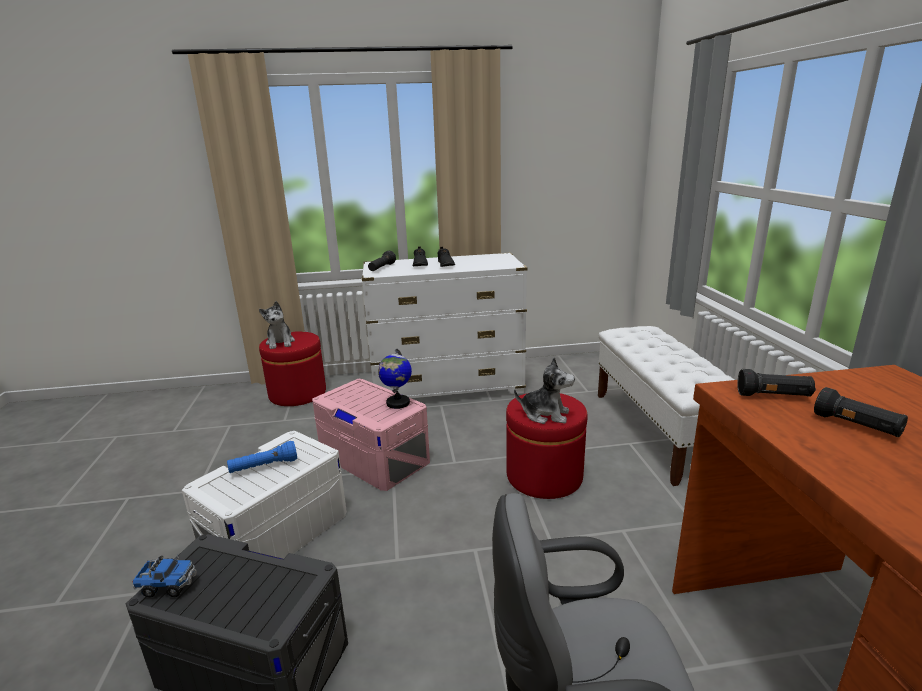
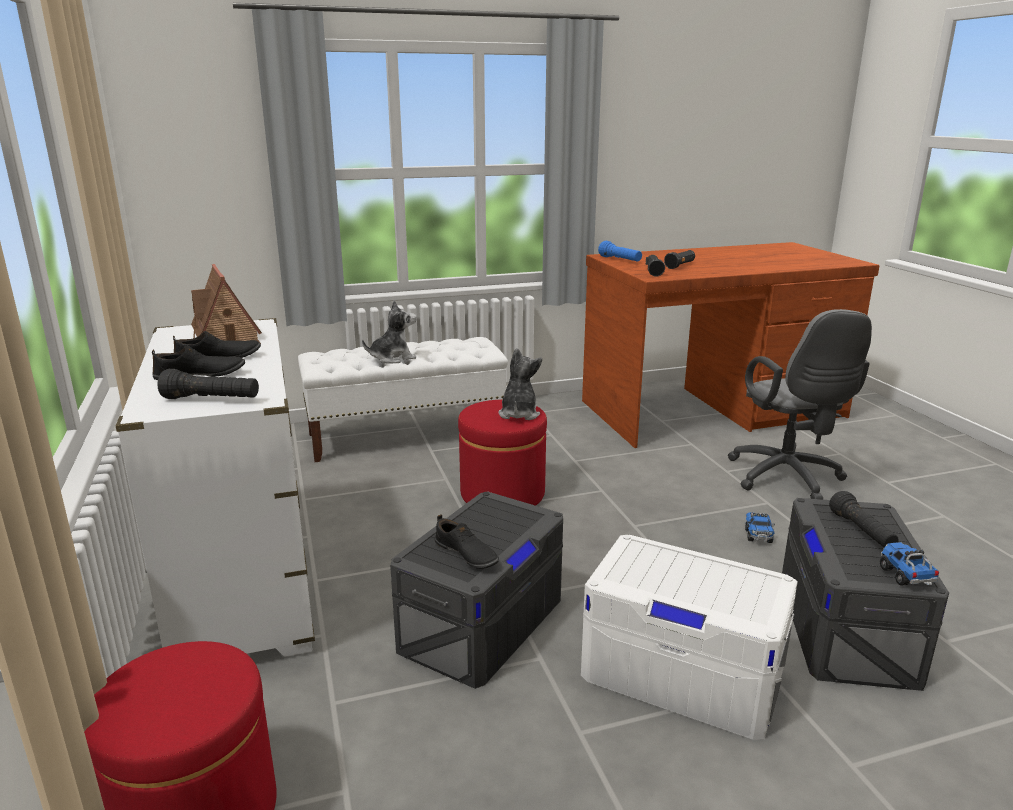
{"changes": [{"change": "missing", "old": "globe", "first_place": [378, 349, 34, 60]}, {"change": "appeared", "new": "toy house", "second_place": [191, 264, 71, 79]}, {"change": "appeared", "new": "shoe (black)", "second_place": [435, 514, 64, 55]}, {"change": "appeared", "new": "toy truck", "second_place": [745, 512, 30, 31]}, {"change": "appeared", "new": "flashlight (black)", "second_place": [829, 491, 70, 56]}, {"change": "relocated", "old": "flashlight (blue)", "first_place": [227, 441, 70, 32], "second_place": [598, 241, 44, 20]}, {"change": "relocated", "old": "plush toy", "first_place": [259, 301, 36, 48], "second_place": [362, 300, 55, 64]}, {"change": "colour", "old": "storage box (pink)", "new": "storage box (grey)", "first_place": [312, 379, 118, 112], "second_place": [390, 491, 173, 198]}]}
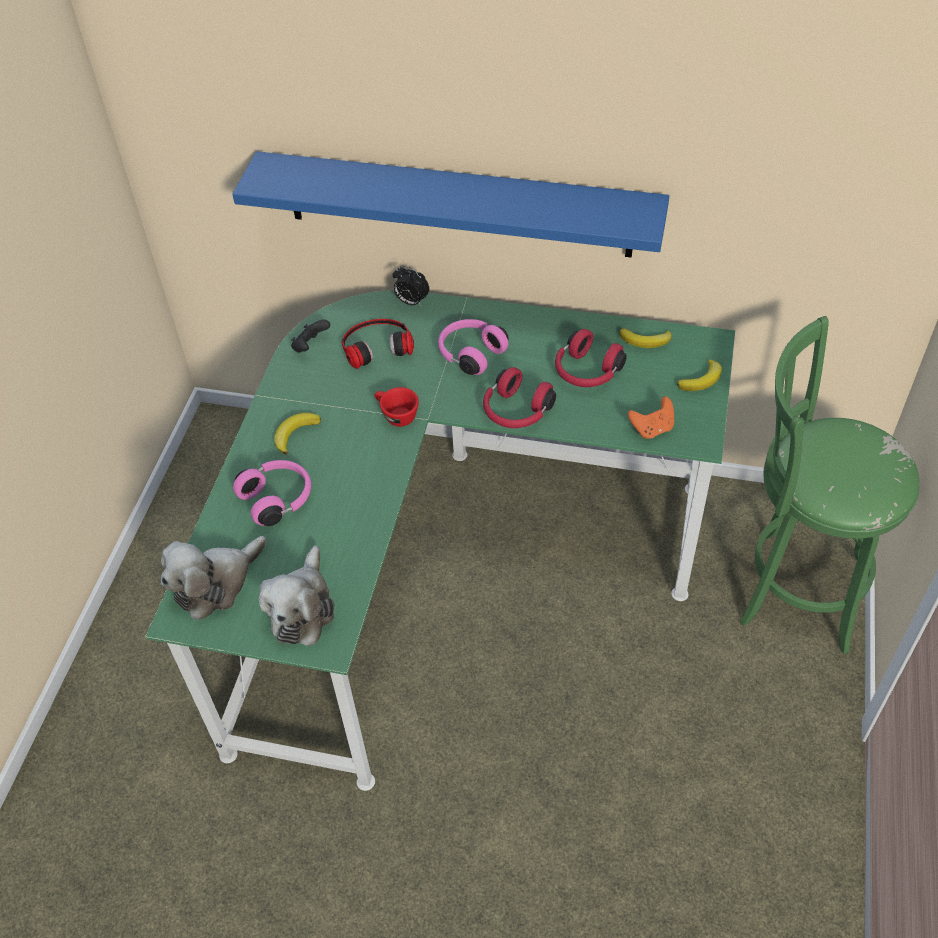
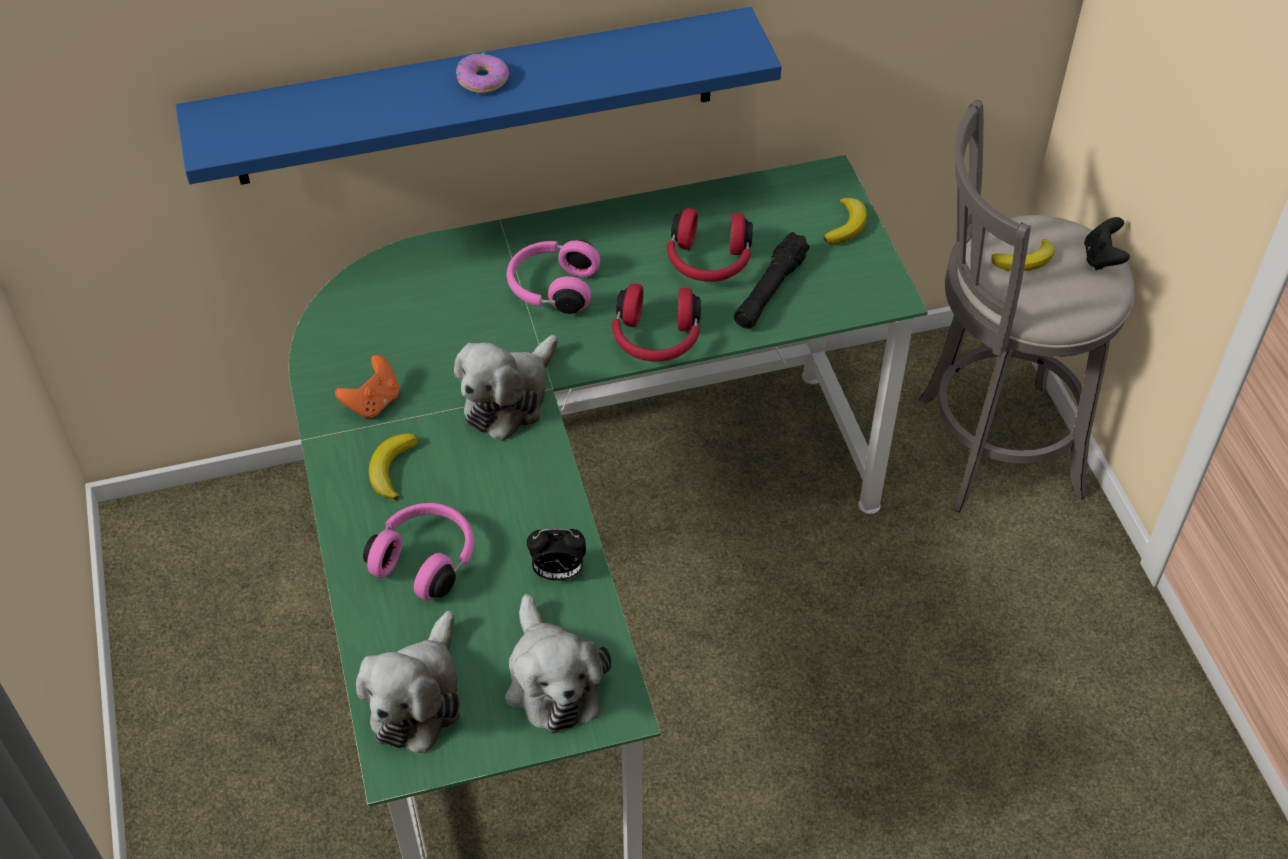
{"changes": [{"change": "missing", "old": "headphones", "first_place": [342, 319, 72, 50]}, {"change": "appeared", "new": "donut", "second_place": [456, 53, 53, 41]}, {"change": "appeared", "new": "flashlight (black)", "second_place": [734, 232, 76, 97]}, {"change": "relocated", "old": "game controller (black)", "first_place": [291, 319, 39, 34], "second_place": [1084, 217, 46, 53]}, {"change": "relocated", "old": "alarm clock", "first_place": [393, 266, 36, 40], "second_place": [527, 528, 59, 53]}, {"change": "relocated", "old": "banana", "first_place": [619, 328, 52, 20], "second_place": [992, 239, 63, 32]}, {"change": "relocated", "old": "game controller (orange)", "first_place": [628, 396, 46, 43], "second_place": [335, 355, 65, 64]}, {"change": "exchanged", "old": "cup (red)", "new": "plush toy", "first_place": [374, 387, 45, 40], "second_place": [454, 335, 104, 106]}, {"change": "colour", "old": "stool (green)", "new": "stool (grey)", "first_place": [740, 316, 180, 338], "second_place": [919, 100, 216, 412]}]}
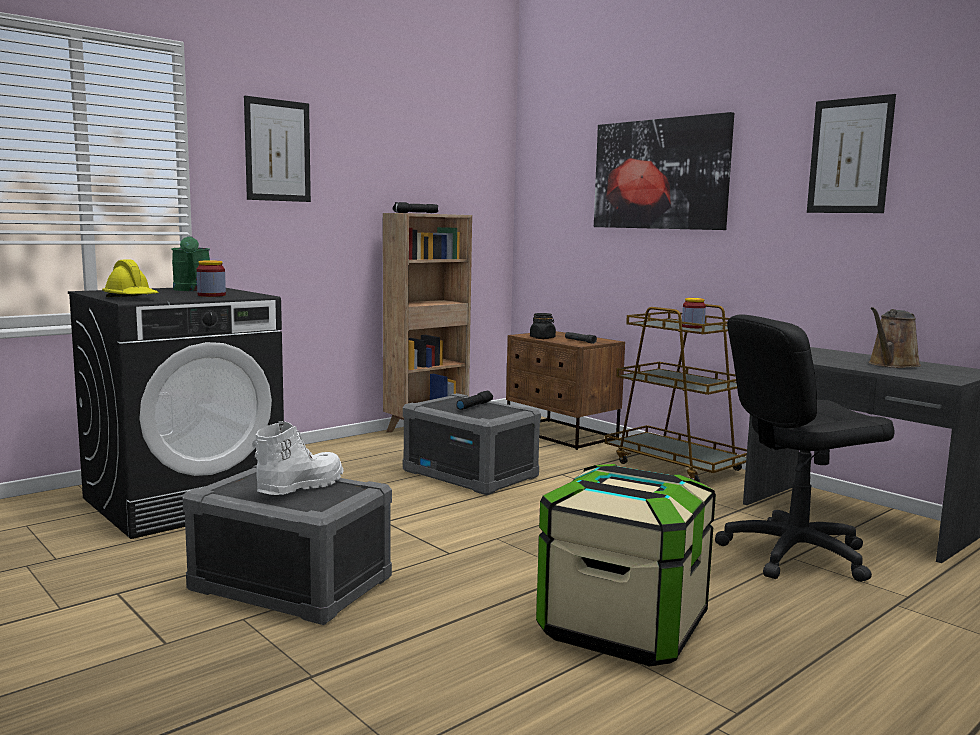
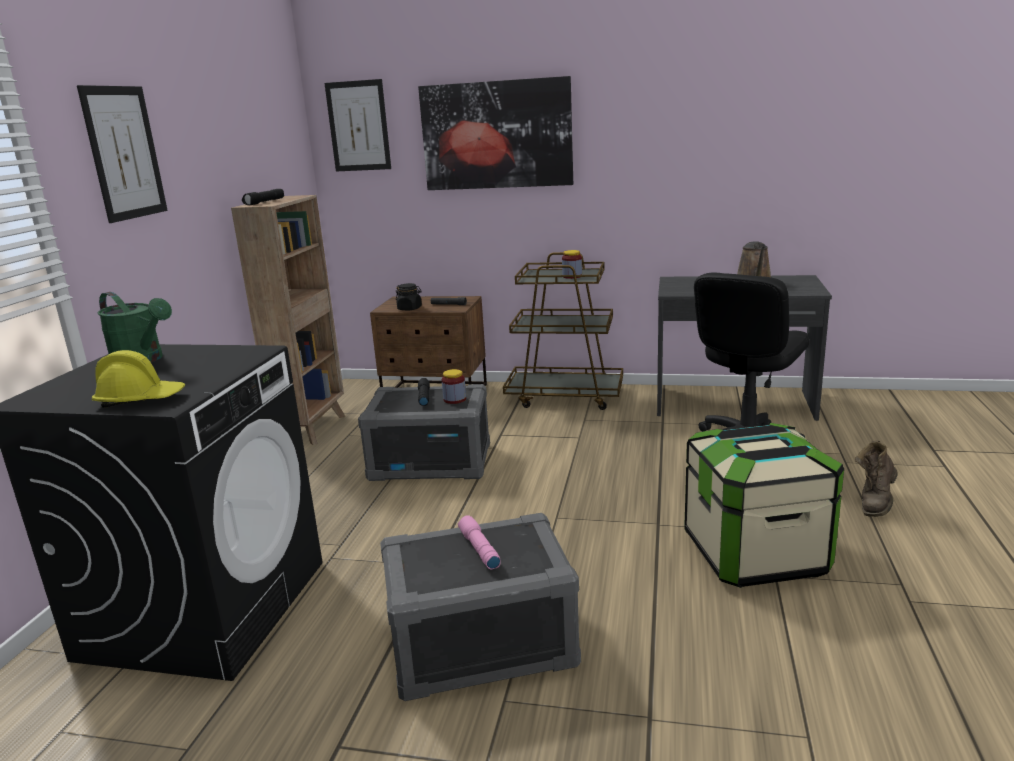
{"changes": [{"change": "appeared", "new": "boot (brown)", "second_place": [855, 440, 43, 77]}, {"change": "relocated", "old": "jar", "first_place": [197, 260, 29, 37], "second_place": [442, 369, 24, 35]}, {"change": "relocated", "old": "picture", "first_place": [807, 94, 89, 119], "second_place": [324, 79, 67, 92]}, {"change": "exchanged", "old": "boot (white)", "new": "flashlight (pink)", "first_place": [252, 421, 91, 74], "second_place": [458, 515, 43, 54]}]}
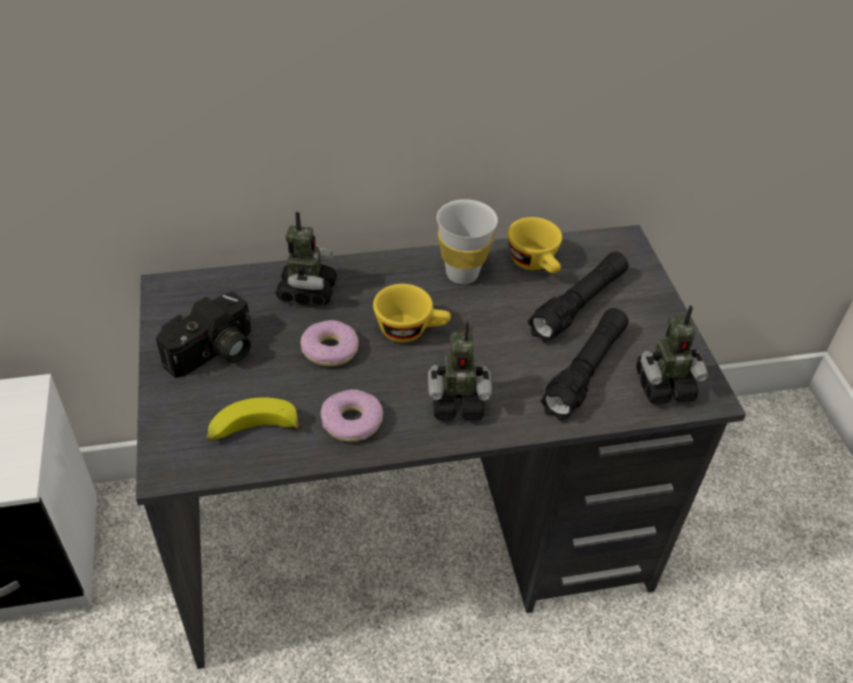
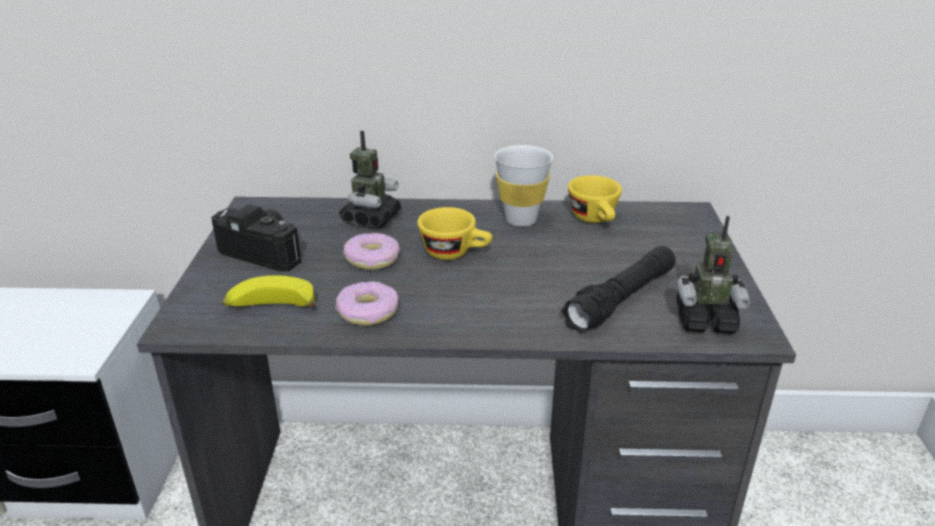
{"changes": [{"change": "missing", "old": "toy robot", "first_place": [428, 321, 64, 99]}, {"change": "missing", "old": "flashlight (black)", "first_place": [527, 252, 101, 90]}, {"change": "spun", "old": "photo camera", "first_place": [156, 291, 95, 87], "second_place": [211, 204, 90, 68], "degrees": -120}]}
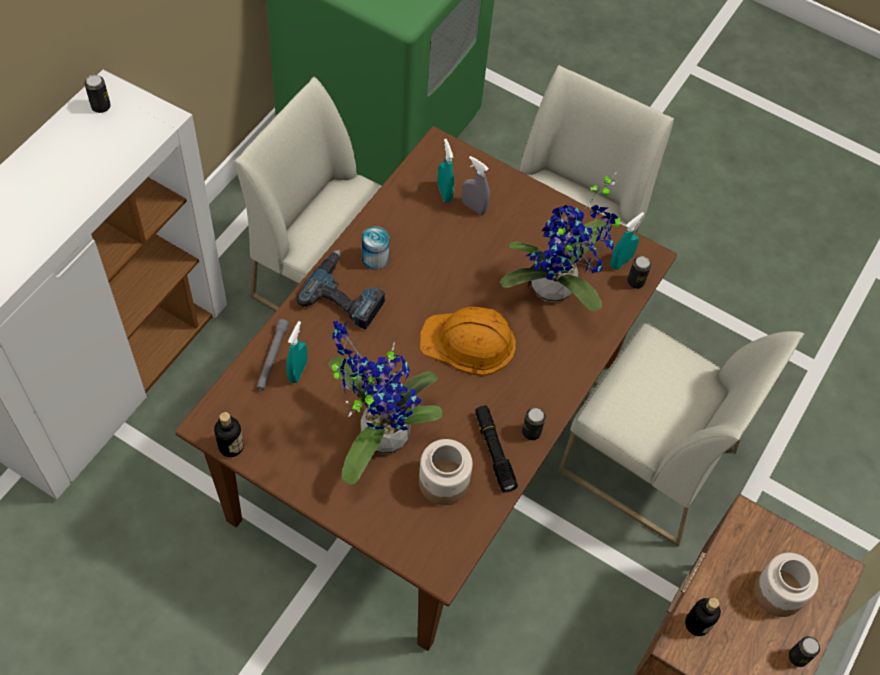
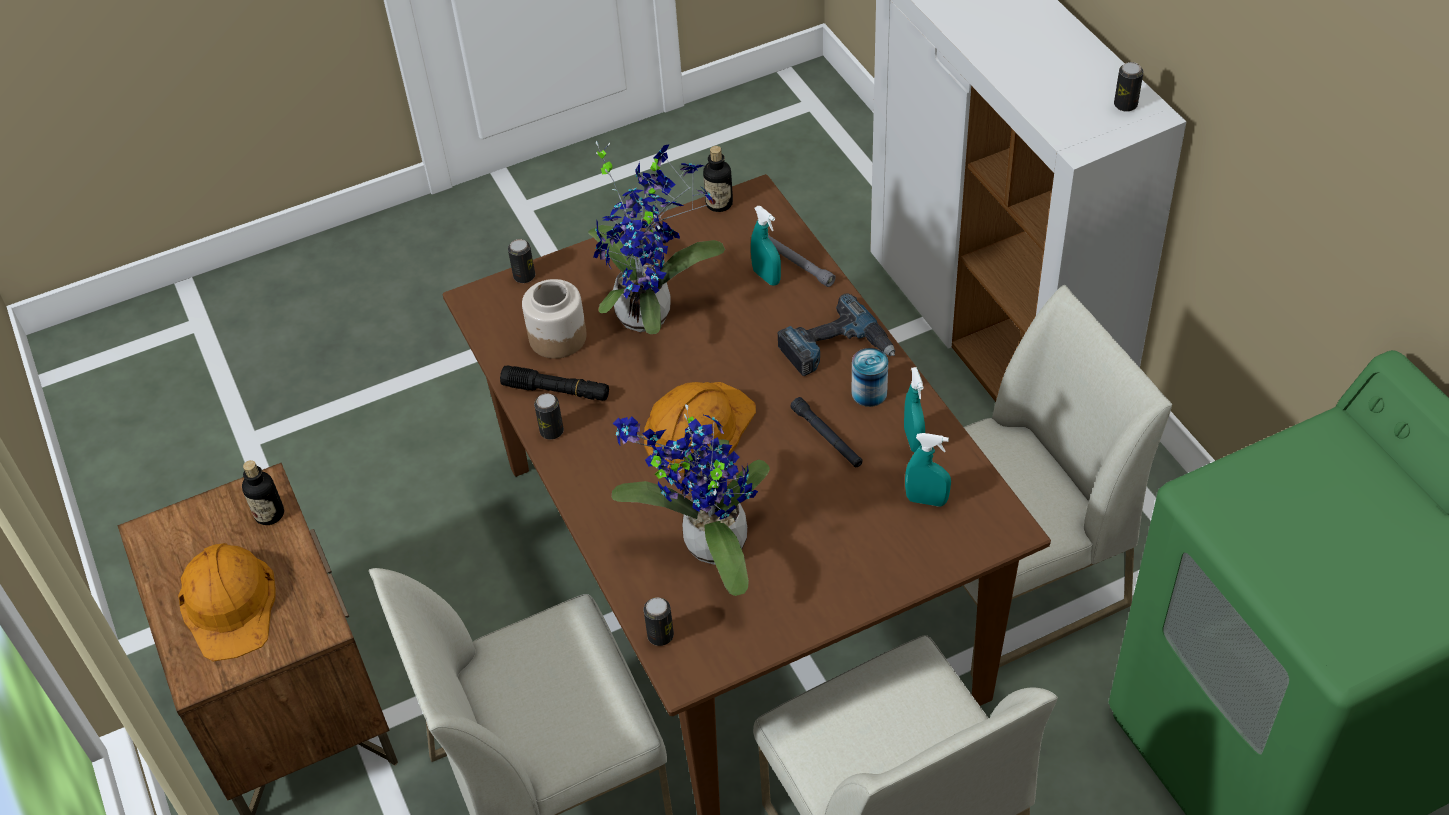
{"changes": [{"change": "missing", "old": "spray bottle (grey)", "first_place": [462, 156, 28, 59]}, {"change": "appeared", "new": "flashlight (black)", "second_place": [790, 397, 73, 70]}, {"change": "relocated", "old": "spray bottle (turquoise)", "first_place": [610, 212, 34, 58], "second_place": [904, 367, 21, 85]}, {"change": "relocated", "old": "can", "first_place": [788, 636, 32, 31], "second_place": [508, 239, 27, 44]}, {"change": "exchanged", "old": "jar", "new": "hard hat (orange)", "first_place": [754, 553, 65, 64], "second_place": [178, 543, 98, 118]}]}
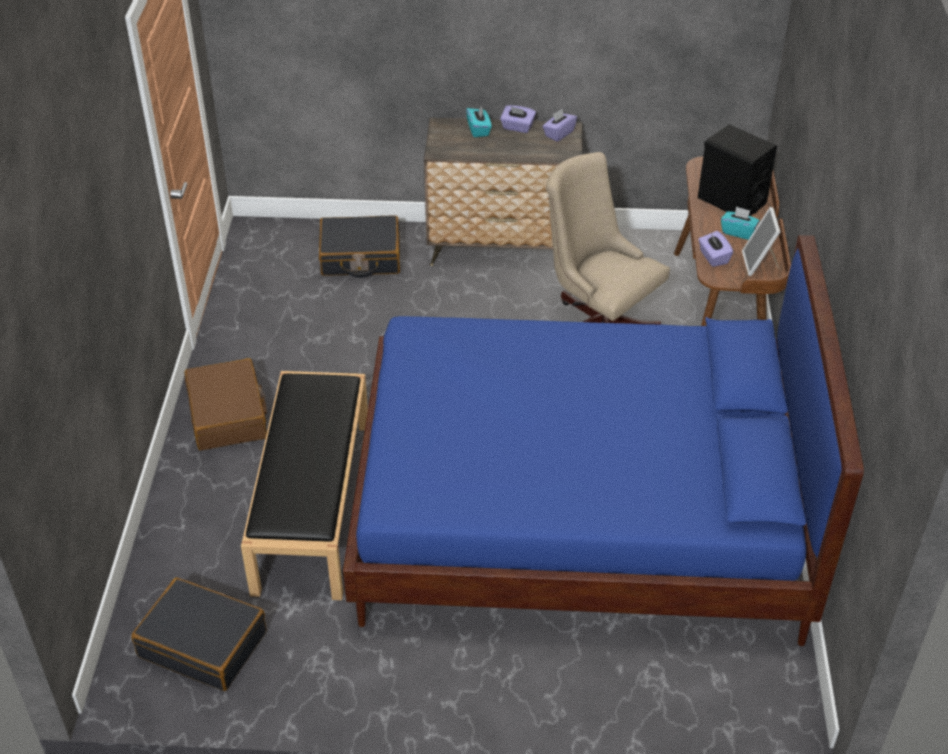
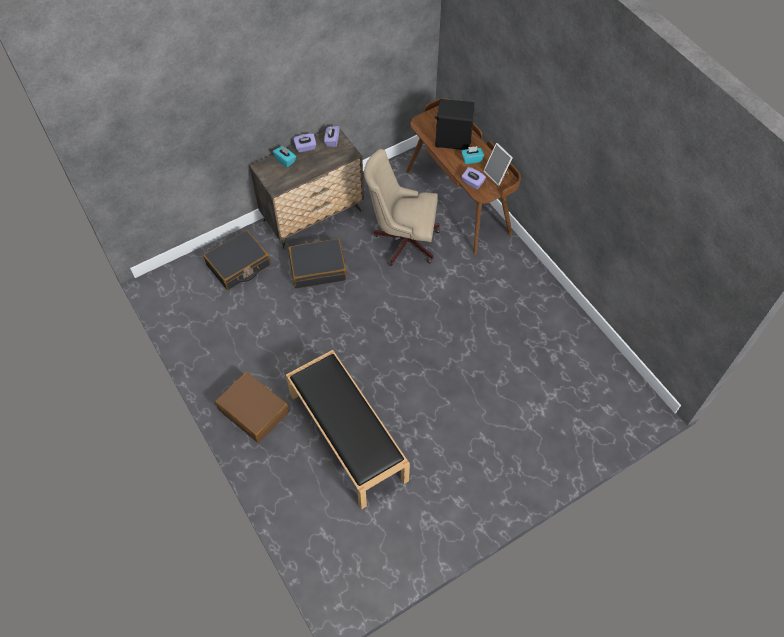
{"changes": [{"change": "missing", "old": "bed (blue)", "first_place": [343, 235, 521, 411]}, {"change": "relocated", "old": "suitcase (black)", "first_place": [131, 578, 135, 113], "second_place": [288, 238, 58, 50]}]}
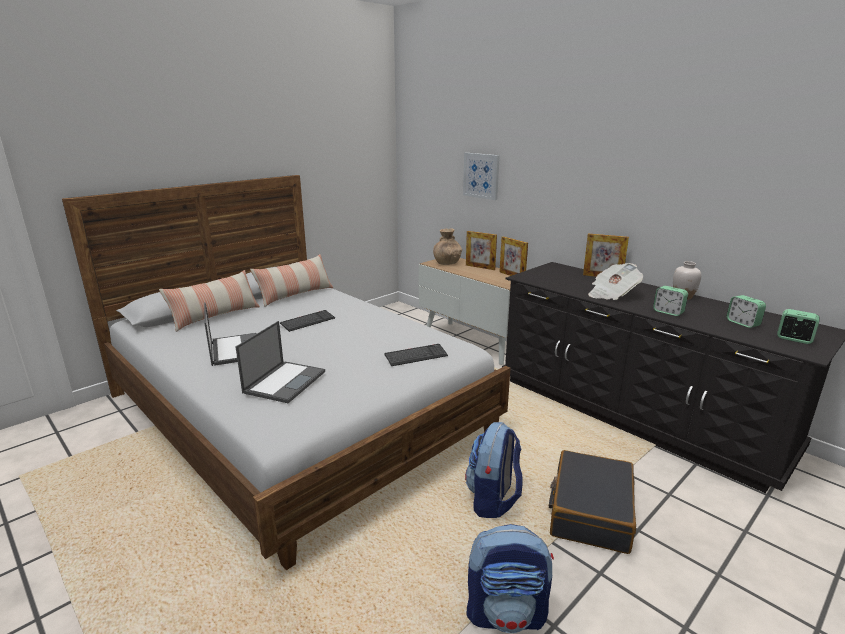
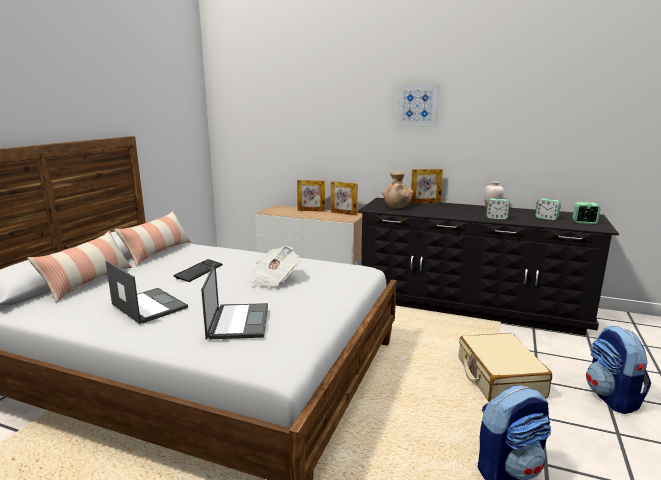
{"changes": [{"change": "missing", "old": "keyboard", "first_place": [384, 344, 64, 22]}, {"change": "relocated", "old": "vase (brown)", "first_place": [433, 229, 29, 36], "second_place": [382, 171, 31, 37]}, {"change": "relocated", "old": "picture", "first_place": [463, 153, 37, 47], "second_place": [396, 84, 44, 43]}, {"change": "relocated", "old": "backpack", "first_place": [465, 422, 58, 96], "second_place": [586, 326, 65, 88]}, {"change": "relocated", "old": "newspaper", "first_place": [588, 263, 55, 37], "second_place": [250, 246, 50, 41]}, {"change": "colour", "old": "suitcase (black)", "new": "suitcase (beige)", "first_place": [549, 450, 87, 104], "second_place": [459, 333, 93, 68]}]}
